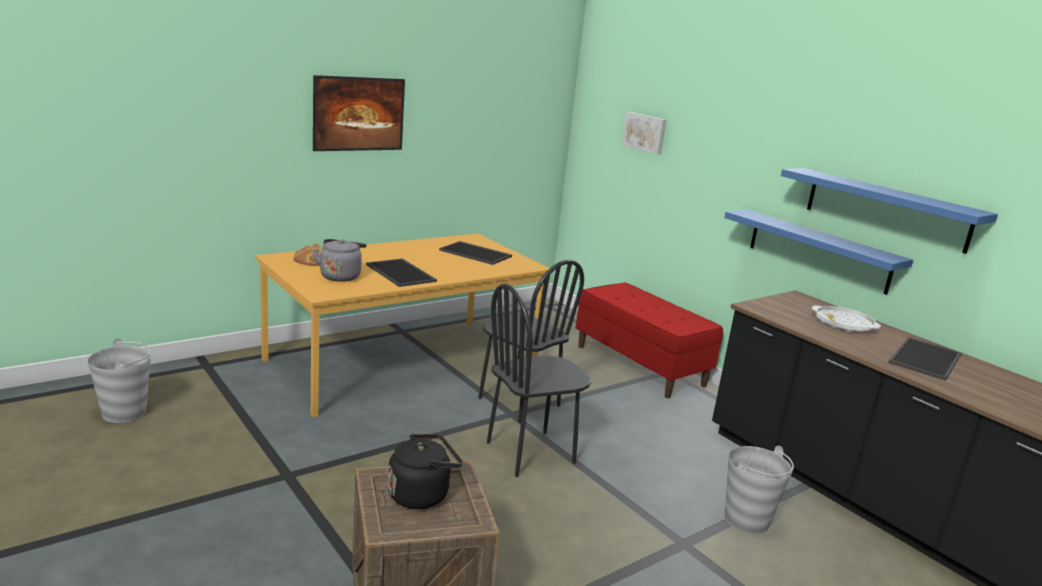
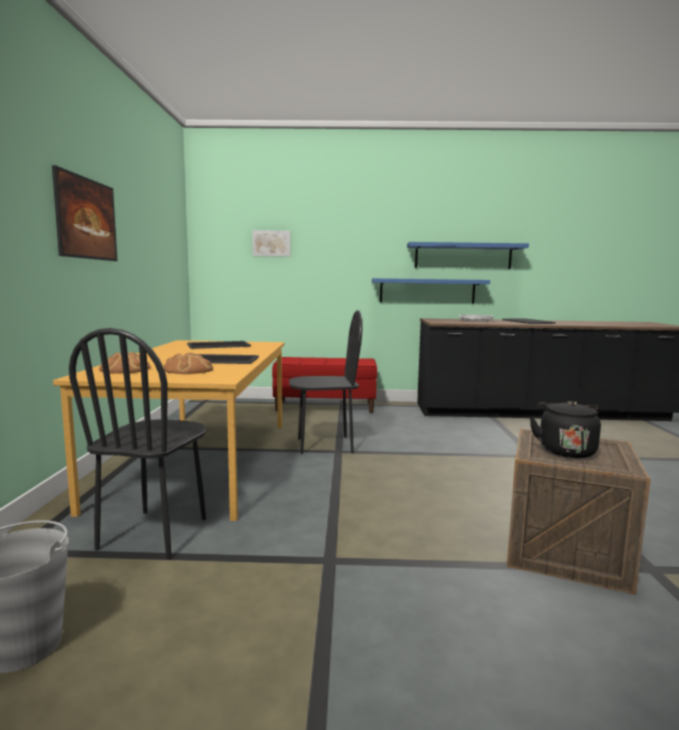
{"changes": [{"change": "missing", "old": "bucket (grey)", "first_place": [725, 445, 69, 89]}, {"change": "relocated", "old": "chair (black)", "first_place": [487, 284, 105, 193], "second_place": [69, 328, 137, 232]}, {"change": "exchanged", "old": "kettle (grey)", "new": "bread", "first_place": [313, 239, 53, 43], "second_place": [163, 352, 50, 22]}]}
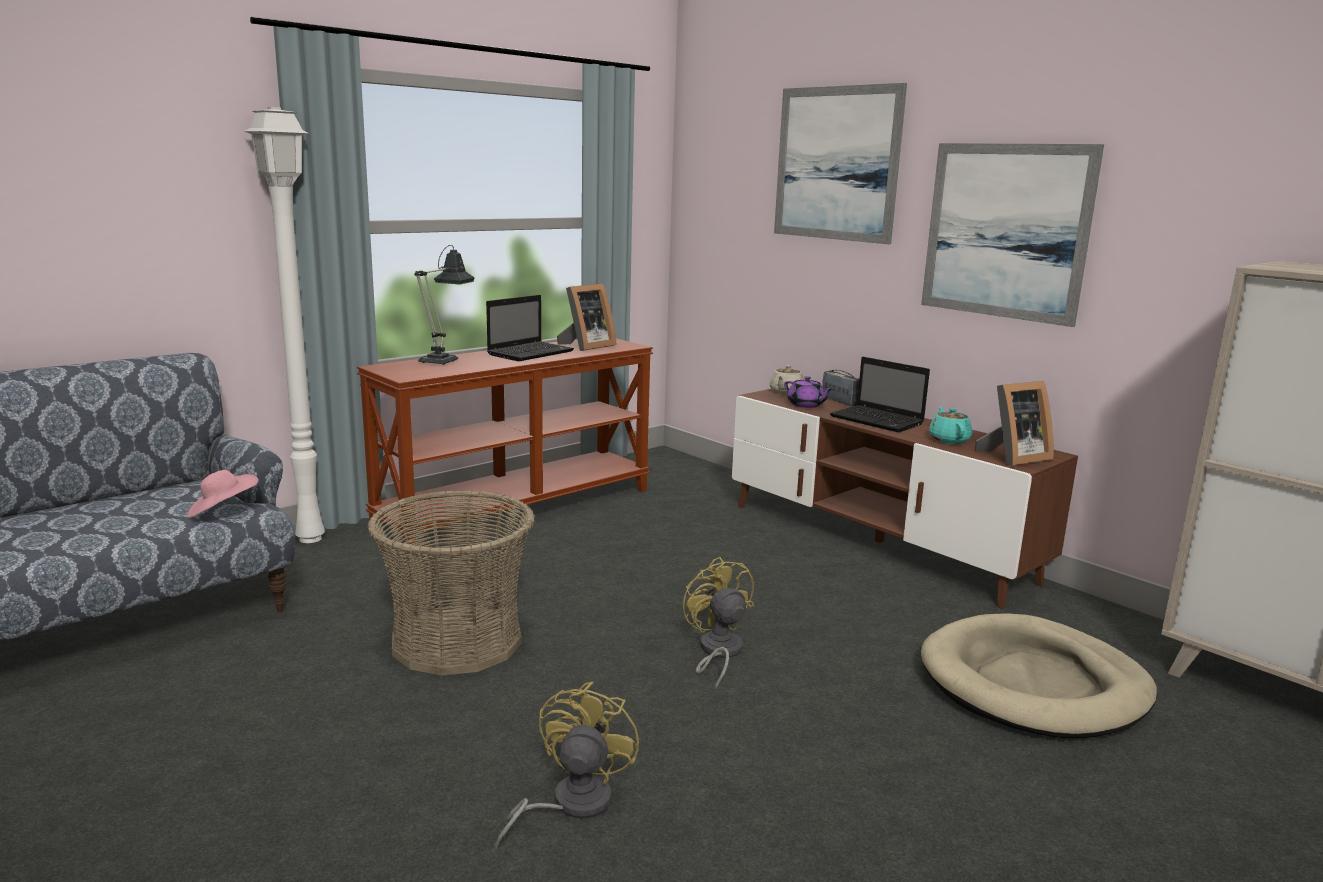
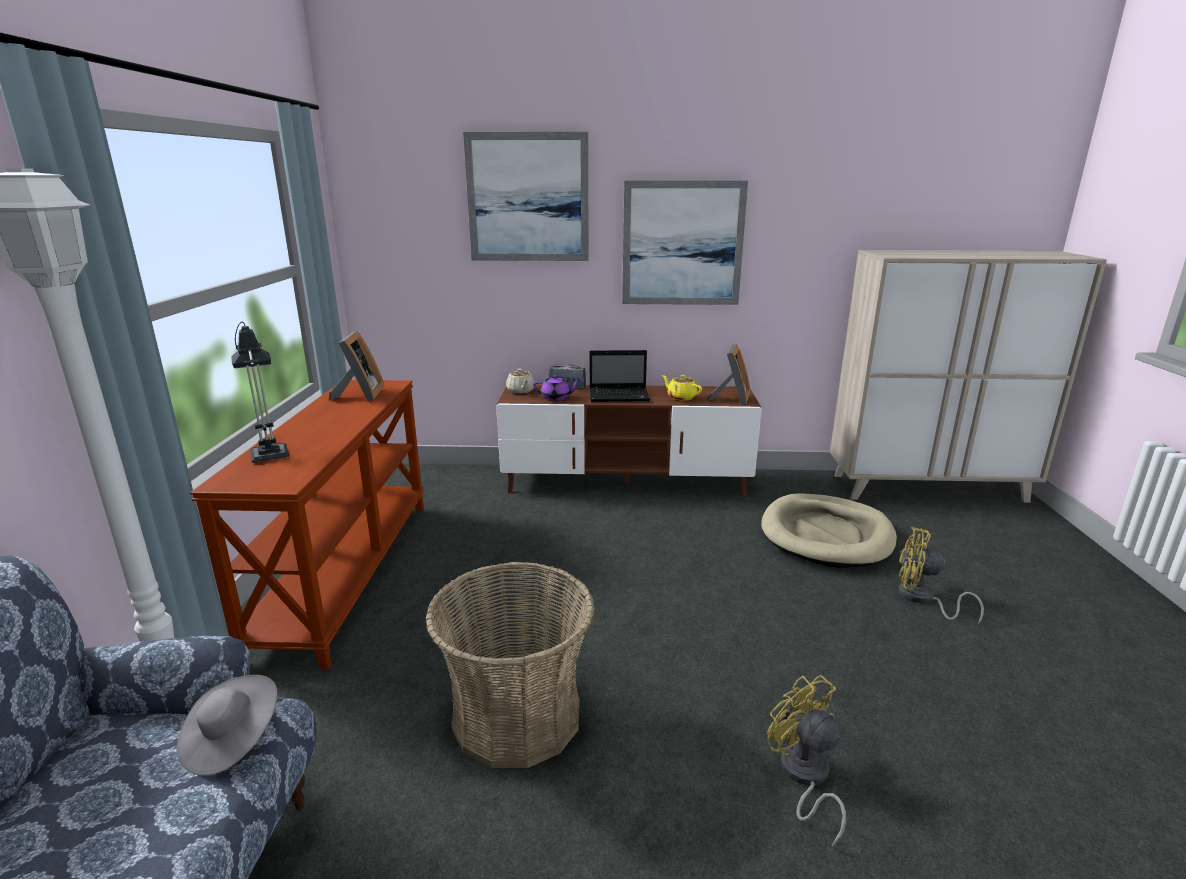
{"changes": [{"change": "missing", "old": "laptop", "first_place": [486, 295, 88, 66]}, {"change": "relocated", "old": "fan (yellow)", "first_place": [682, 556, 72, 134], "second_place": [899, 527, 85, 97]}, {"change": "colour", "old": "hat (pink)", "new": "hat (grey)", "first_place": [187, 470, 71, 48], "second_place": [177, 675, 101, 101]}, {"change": "colour", "old": "teapot (turquoise)", "new": "teapot (yellow)", "first_place": [929, 406, 43, 38], "second_place": [662, 375, 40, 26]}]}
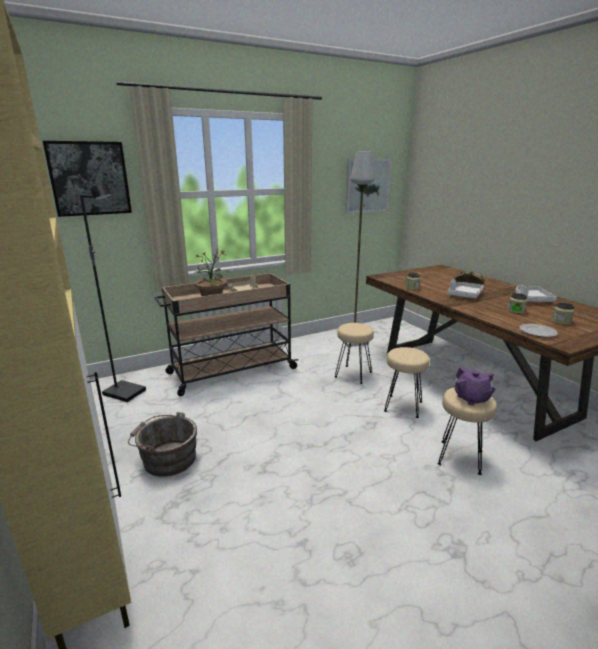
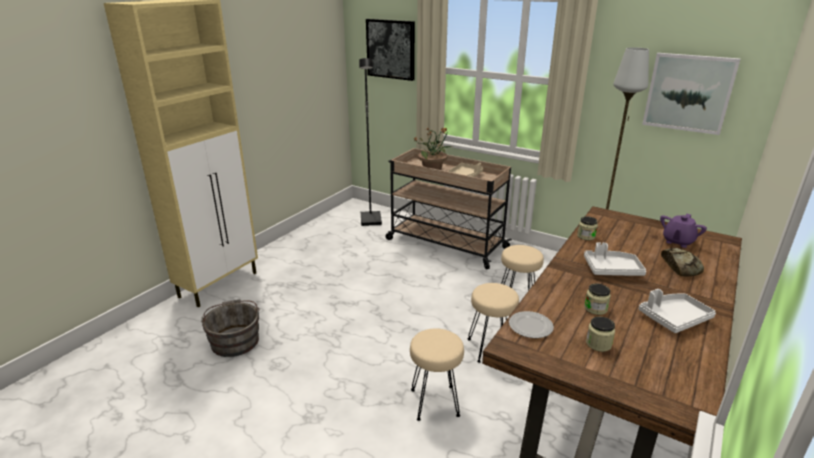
{"changes": [{"change": "relocated", "old": "bucket (grey)", "first_place": [128, 412, 69, 65], "second_place": [201, 300, 59, 57]}, {"change": "relocated", "old": "teapot (purple)", "first_place": [455, 367, 41, 38], "second_place": [660, 214, 47, 34]}]}
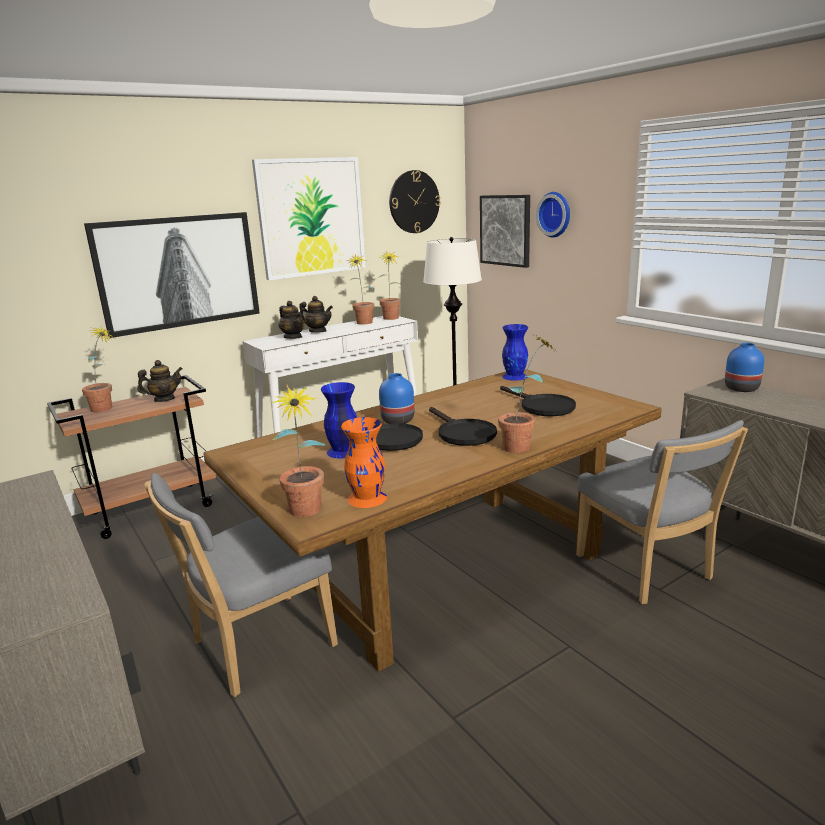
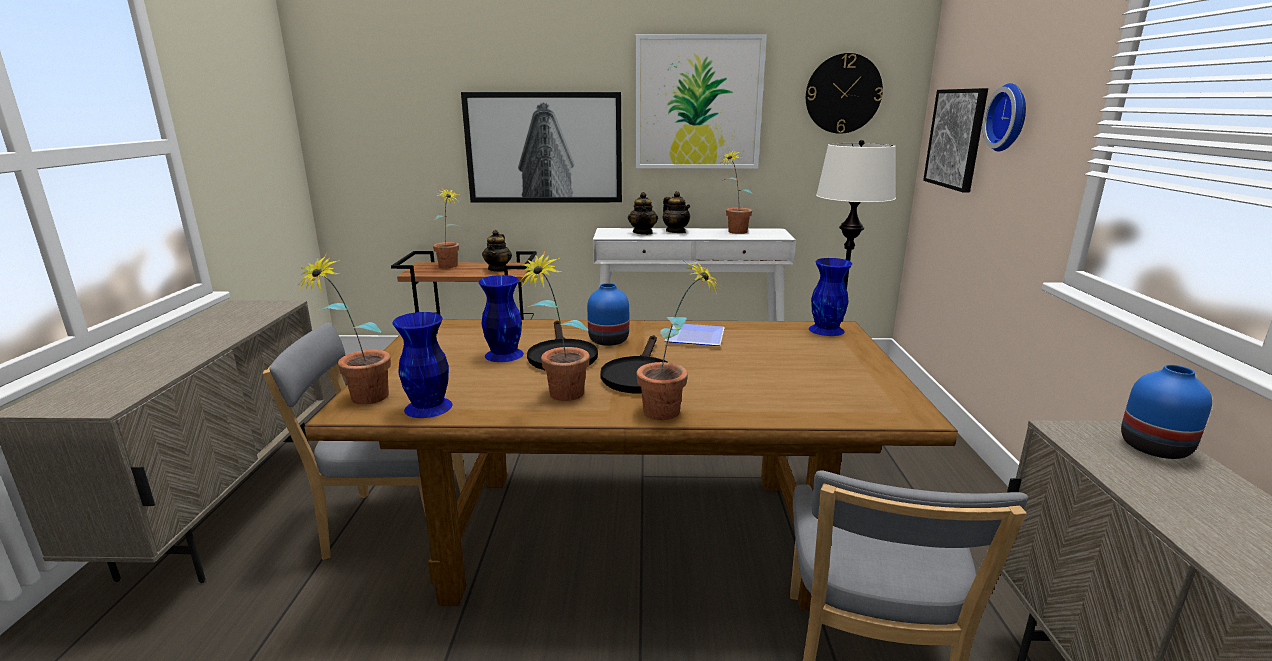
{"changes": [{"change": "missing", "old": "frying pan (black)", "first_place": [500, 386, 76, 31]}, {"change": "appeared", "new": "plate", "second_place": [665, 324, 60, 22]}, {"change": "relocated", "old": "potted plant", "first_place": [378, 252, 25, 68], "second_place": [520, 251, 70, 150]}, {"change": "colour", "old": "vase (orange)", "new": "vase (blue)", "first_place": [341, 417, 46, 91], "second_place": [392, 312, 60, 106]}, {"change": "spun", "old": "teapot", "first_place": [137, 360, 45, 42], "second_place": [482, 230, 30, 42], "degrees": 90}]}
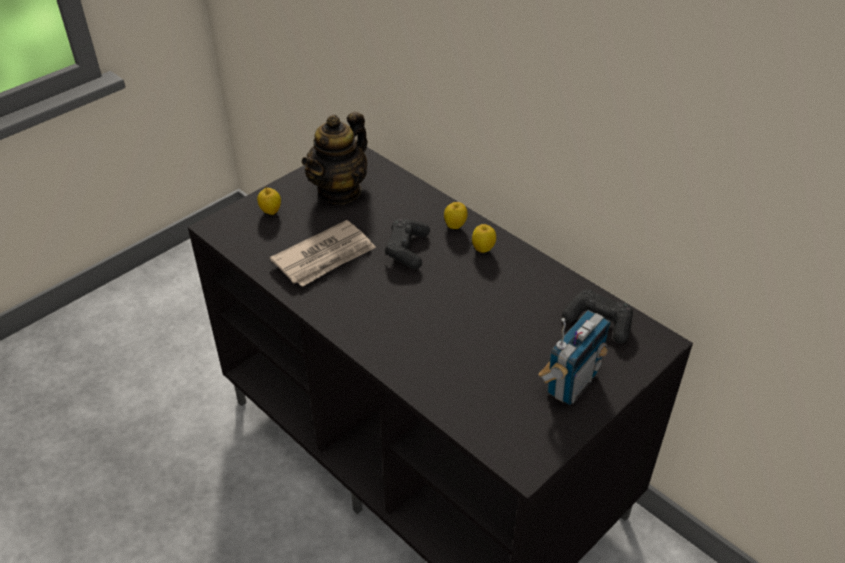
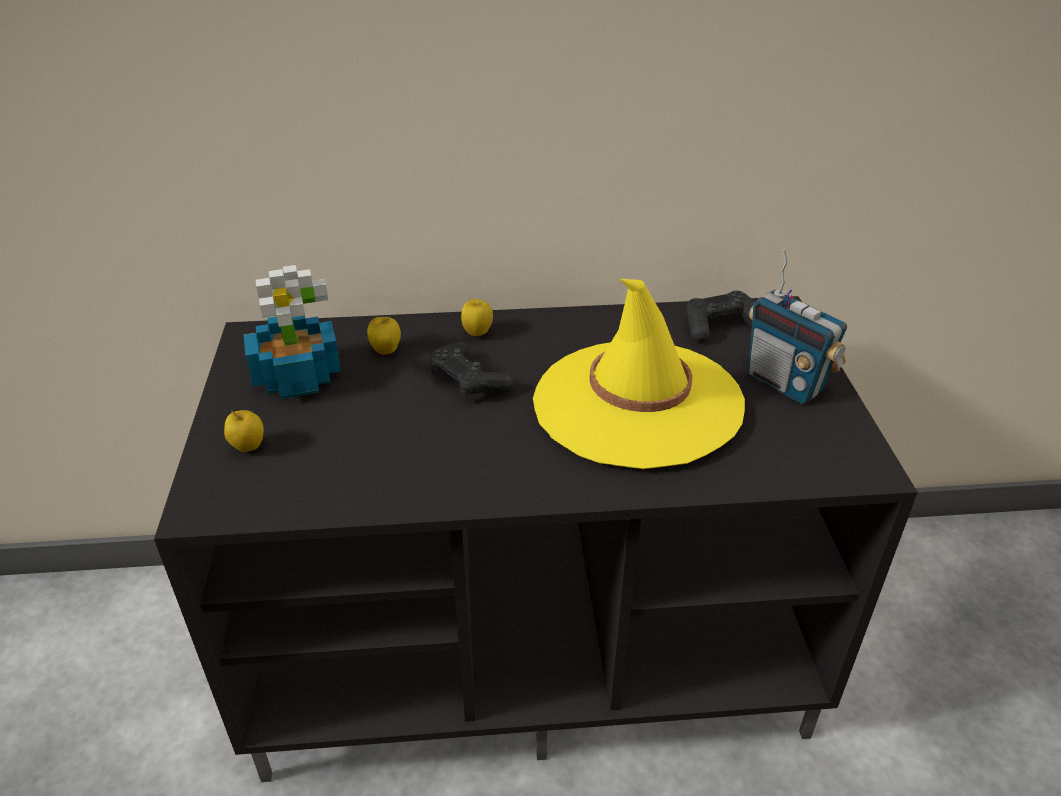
{"changes": [{"change": "missing", "old": "newspaper", "first_place": [270, 220, 106, 67]}, {"change": "appeared", "new": "hat (yellow)", "second_place": [533, 279, 212, 190]}, {"change": "relocated", "old": "apple", "first_place": [472, 224, 24, 29], "second_place": [367, 317, 34, 38]}, {"change": "exchanged", "old": "teapot", "new": "potted plant", "first_place": [302, 112, 66, 93], "second_place": [244, 265, 97, 134]}, {"change": "spun", "old": "radio", "first_place": [538, 310, 73, 95], "second_place": [748, 249, 99, 155], "degrees": 150}]}
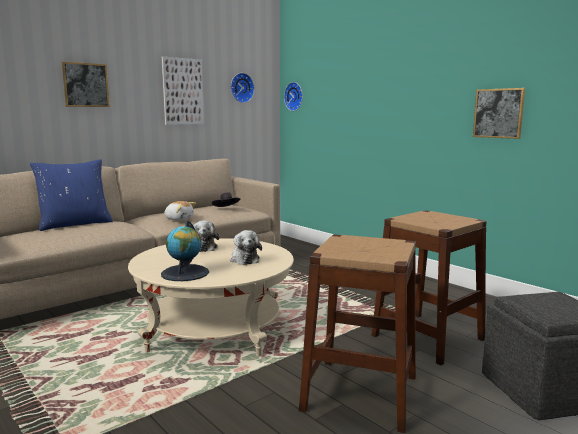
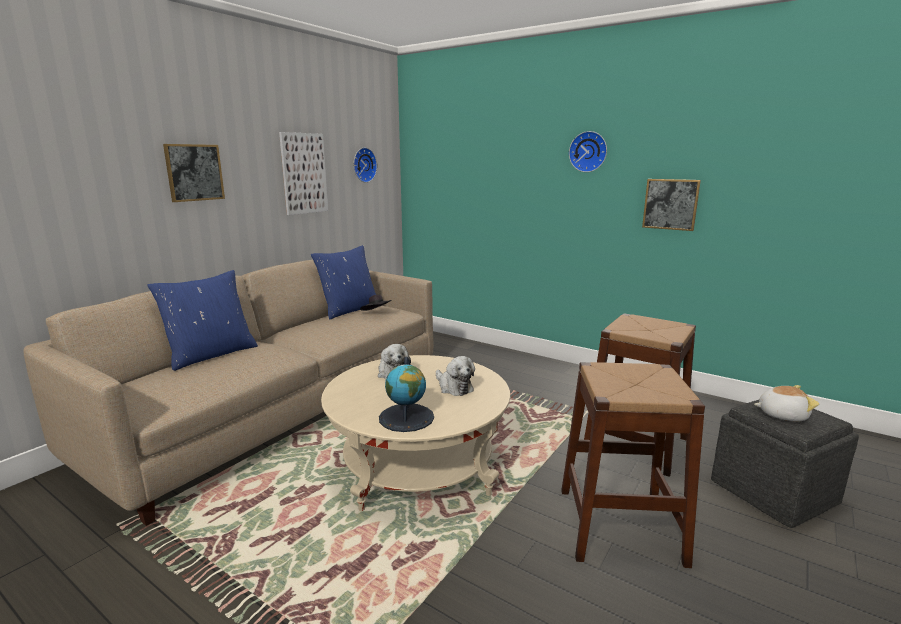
{"changes": [{"change": "appeared", "new": "pillow (blue)", "second_place": [311, 245, 65, 75]}, {"change": "relocated", "old": "plush toy", "first_place": [164, 201, 32, 20], "second_place": [754, 385, 65, 36]}, {"change": "relocated", "old": "wall clock", "first_place": [284, 82, 19, 29], "second_place": [569, 131, 38, 41]}]}
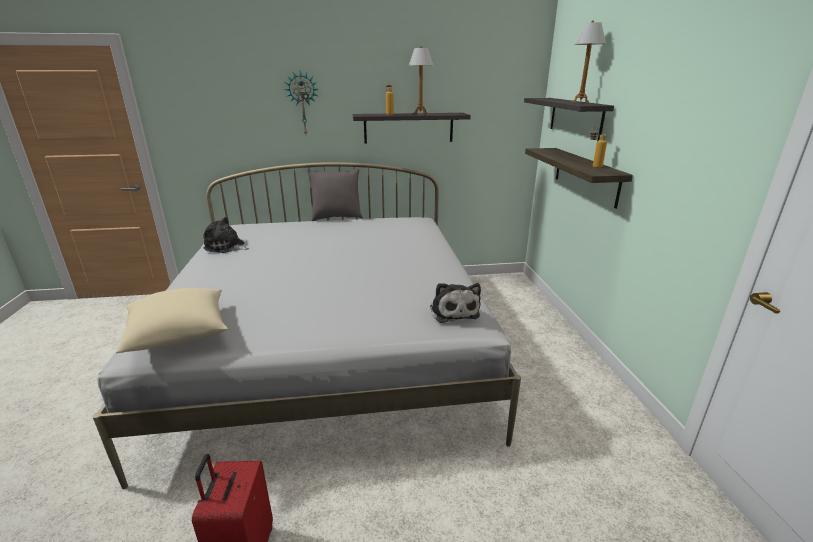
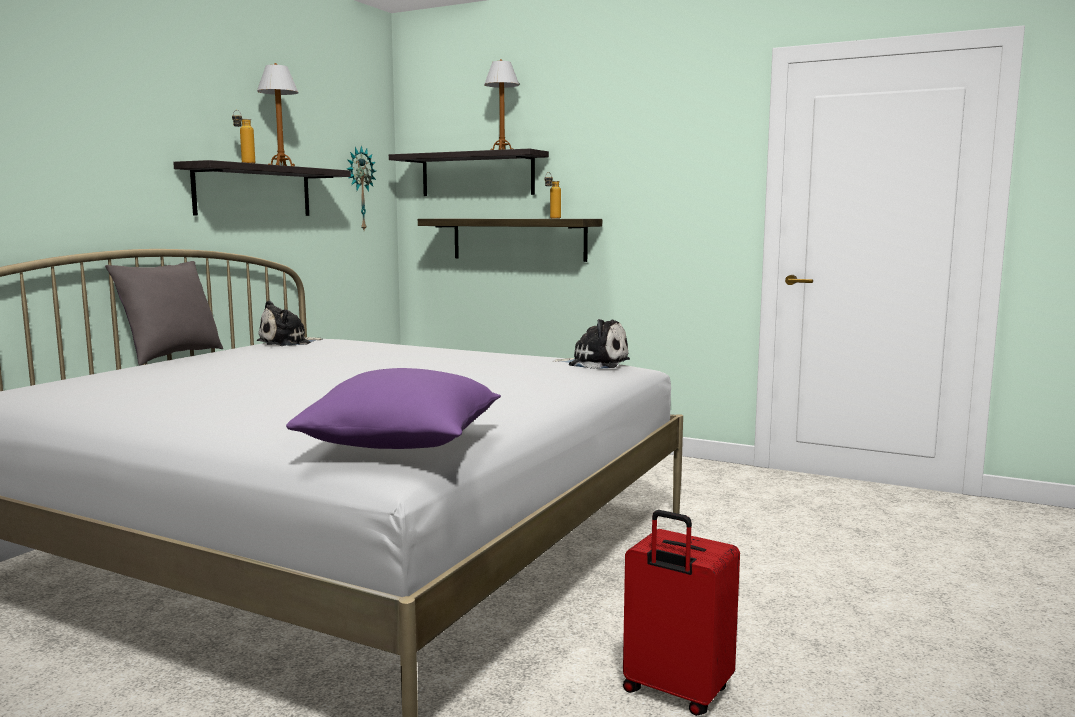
{"changes": [{"change": "relocated", "old": "plush toy", "first_place": [203, 217, 47, 36], "second_place": [257, 301, 65, 45]}, {"change": "relocated", "old": "wall clock", "first_place": [284, 71, 34, 63], "second_place": [347, 146, 29, 84]}, {"change": "colour", "old": "pillow (beige)", "new": "pillow (purple)", "first_place": [116, 288, 112, 65], "second_place": [286, 368, 215, 81]}]}
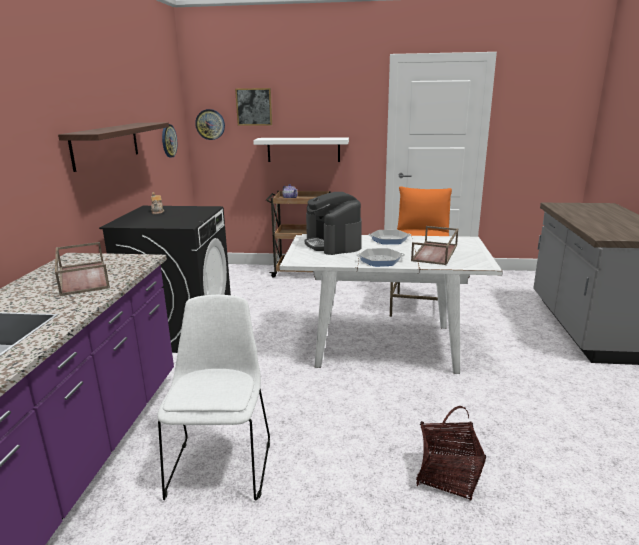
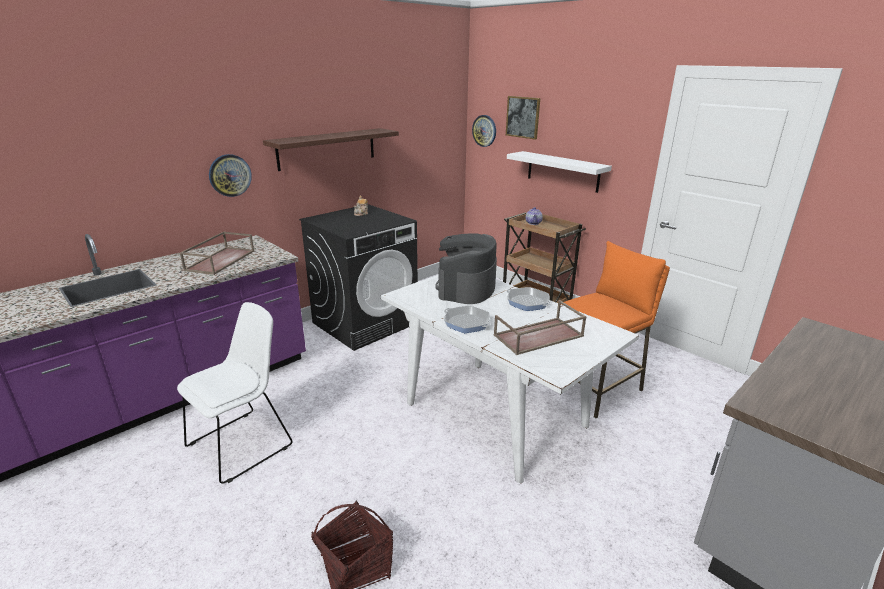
{"changes": [{"change": "relocated", "old": "wall clock", "first_place": [162, 124, 15, 34], "second_place": [209, 154, 43, 43]}]}
